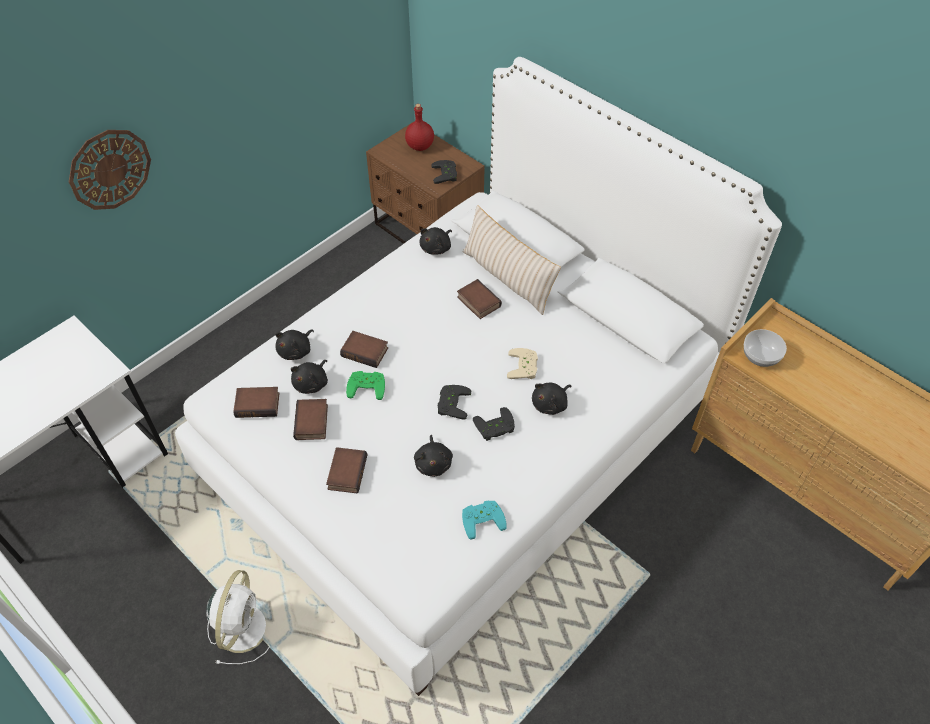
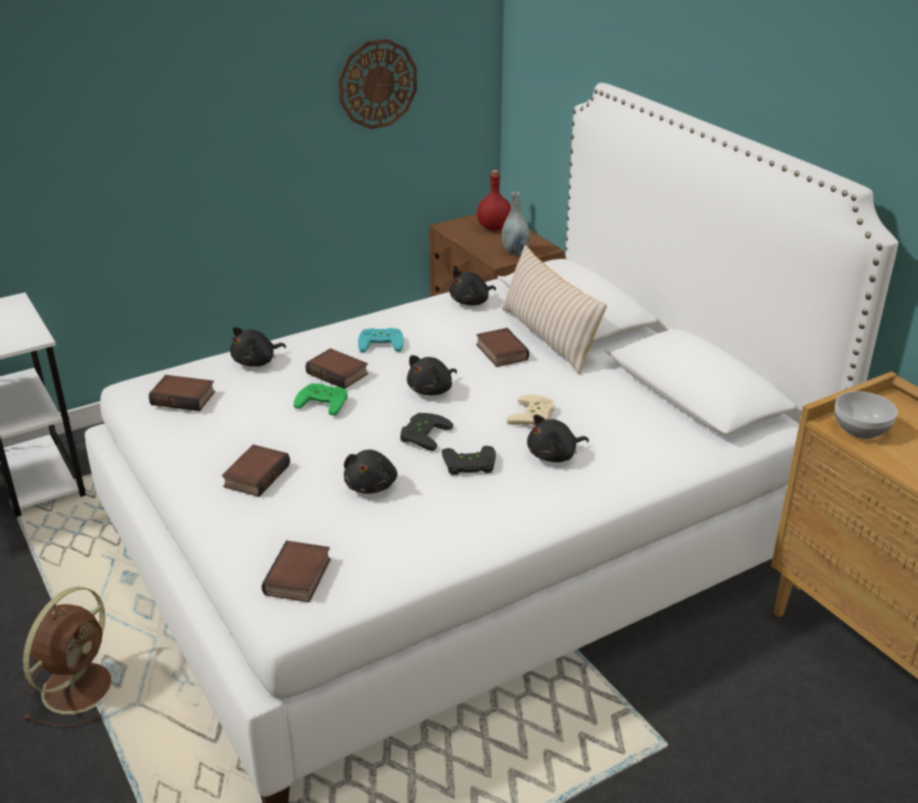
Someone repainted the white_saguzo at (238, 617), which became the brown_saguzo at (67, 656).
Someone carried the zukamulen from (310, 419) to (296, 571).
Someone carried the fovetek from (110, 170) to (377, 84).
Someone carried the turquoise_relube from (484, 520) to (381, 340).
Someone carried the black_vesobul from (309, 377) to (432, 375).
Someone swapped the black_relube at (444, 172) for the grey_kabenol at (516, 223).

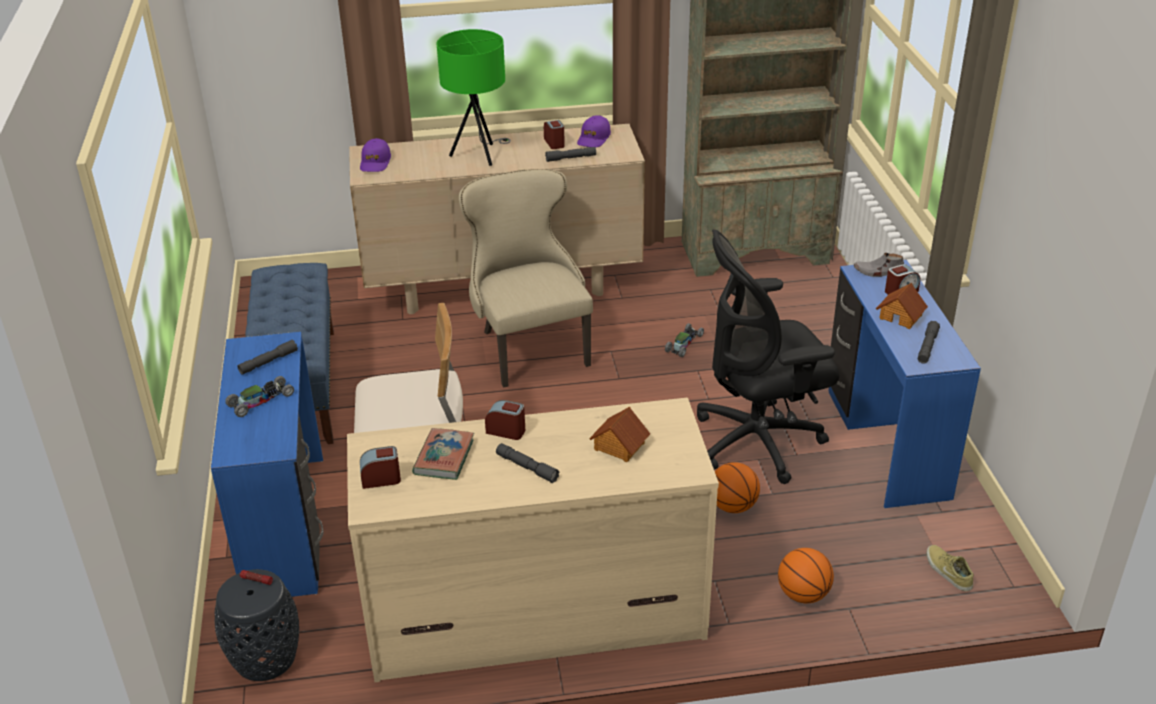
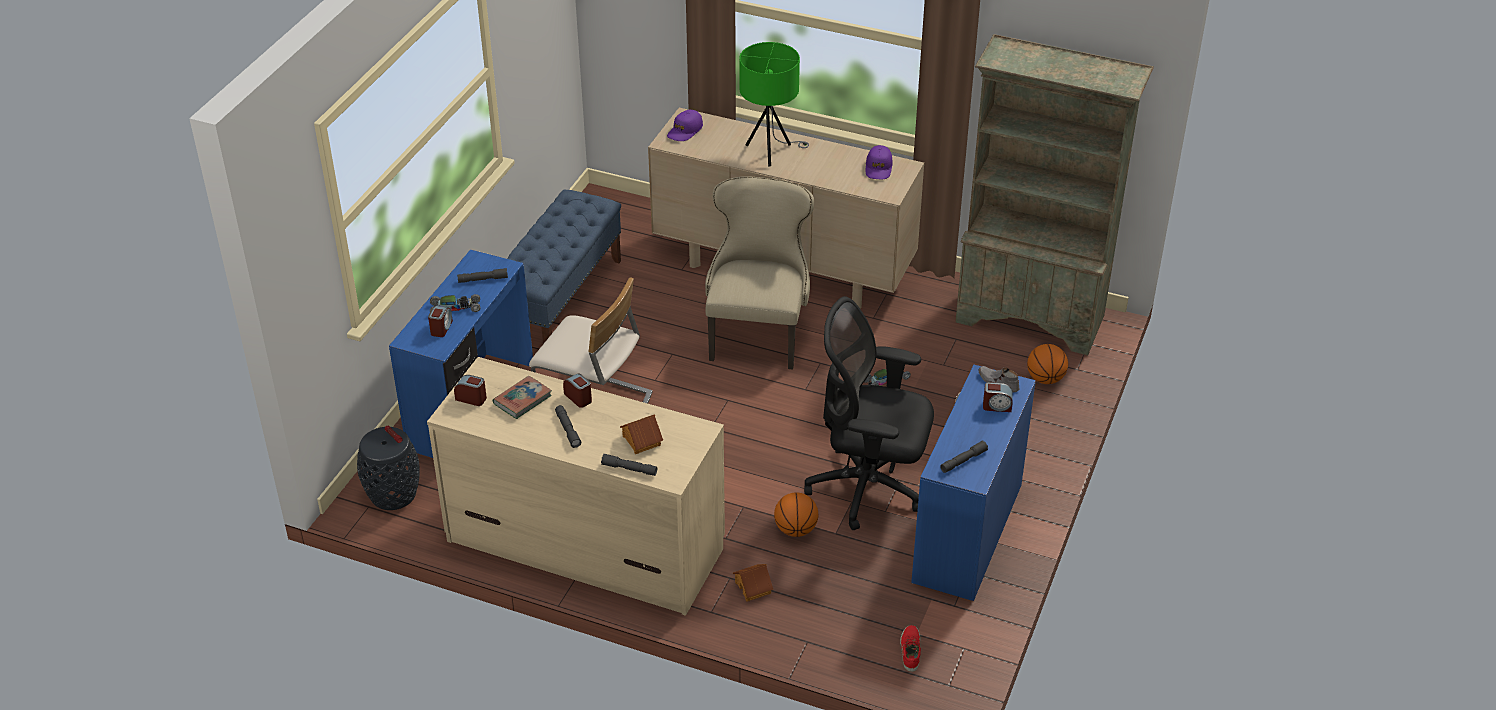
Someone carried the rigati from (554, 134) to (440, 321).
Someone carried the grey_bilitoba from (570, 154) to (629, 464).
Someone carried the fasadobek from (902, 306) to (753, 583).
Someone rotated the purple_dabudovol at (594, 131) by 45 degrees counterclockwise.
Someone repainted the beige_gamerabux at (950, 568), which became the red_gamerabux at (910, 648).
Someone carried the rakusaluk from (806, 575) to (1047, 364).

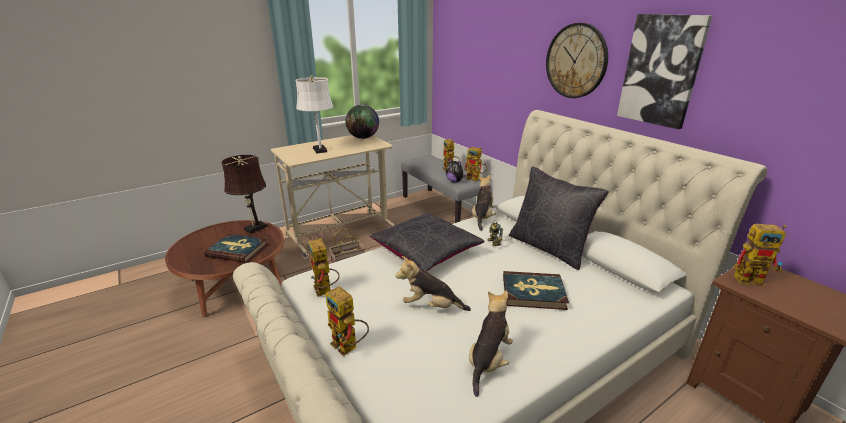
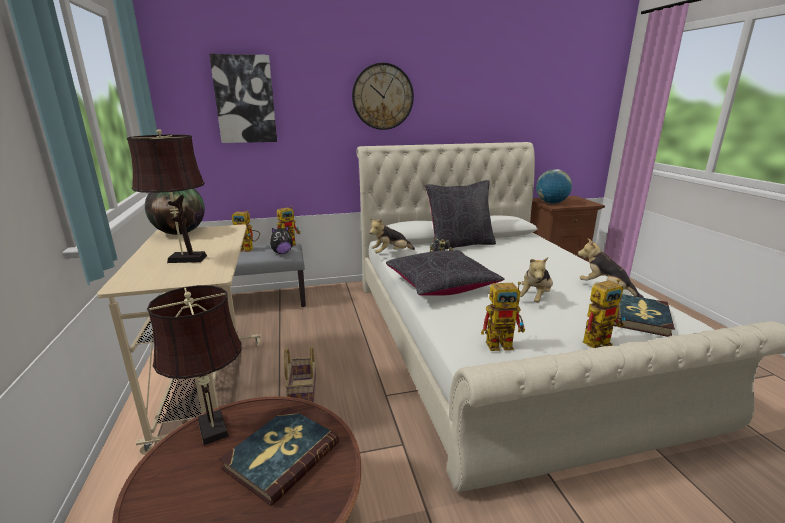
Someone repainted the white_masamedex at (314, 114), which became the brown_masamedex at (167, 196).
Someone carried the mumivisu from (665, 71) to (243, 98).
Someone rotated the vesobul at (484, 203) by 60 degrees counterclockwise.
Someone swapped the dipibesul at (760, 255) for the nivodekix at (554, 186).
Someone carried the zukamulen from (536, 290) to (644, 315).

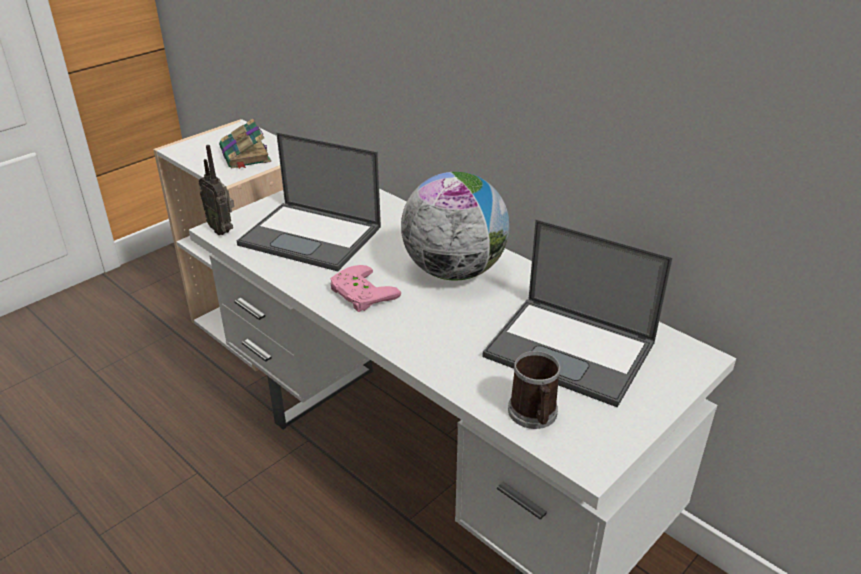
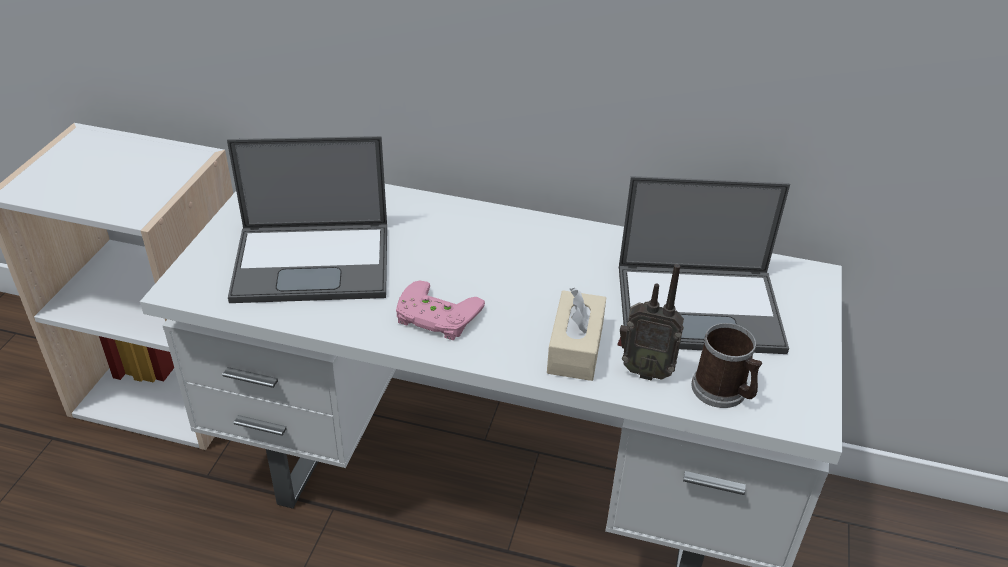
Someone put down the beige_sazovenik at (576, 334).
Someone carried the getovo from (216, 190) to (651, 322).
Someone took away the zukamulen at (245, 144).
Someone took away the nivodekix at (455, 226).

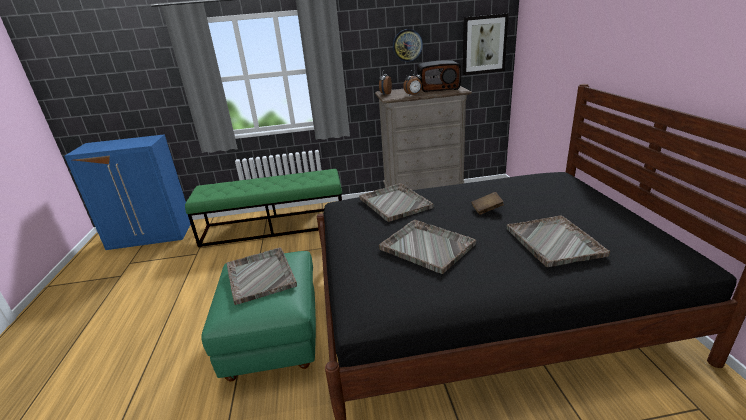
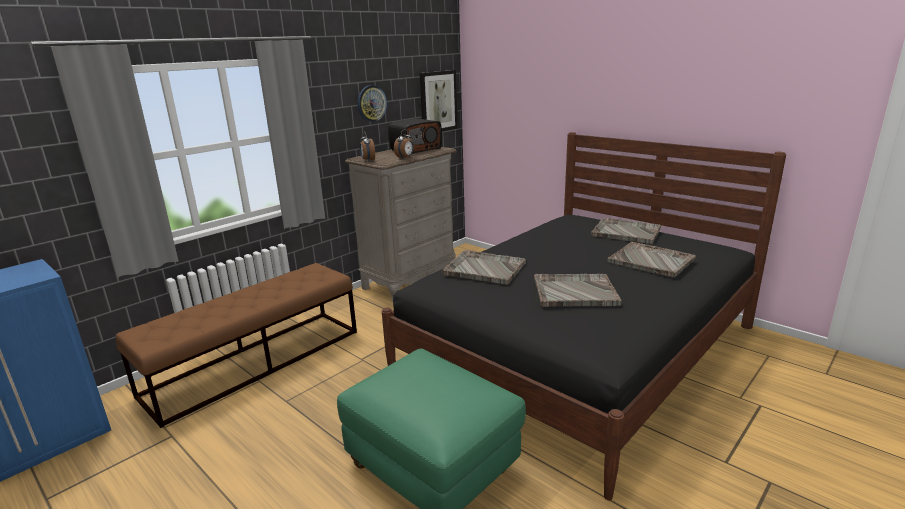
Someone repainted the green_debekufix at (263, 208), which became the brown_debekufix at (236, 345).
Someone carried the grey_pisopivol from (261, 276) to (626, 230).
Someone took away the brown_zukamulen at (488, 203).

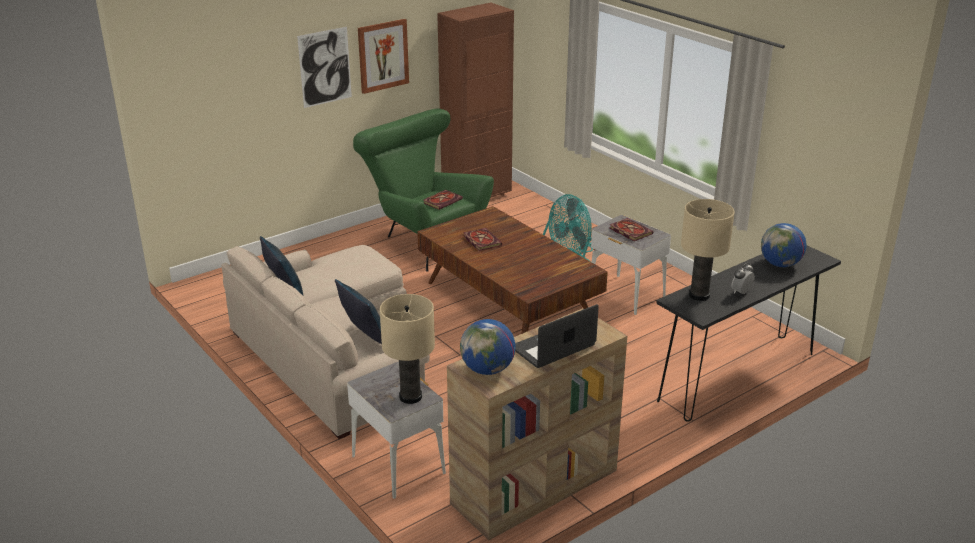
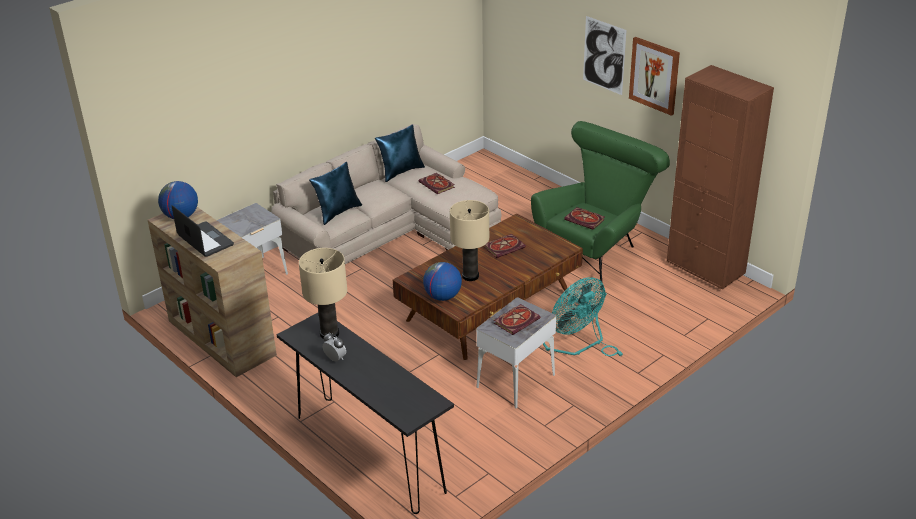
Someone put down the zukamulen at (437, 183).
Someone carried the nivodekix from (783, 245) to (442, 281).
Someone carried the beige_masamedex from (407, 349) to (469, 240).

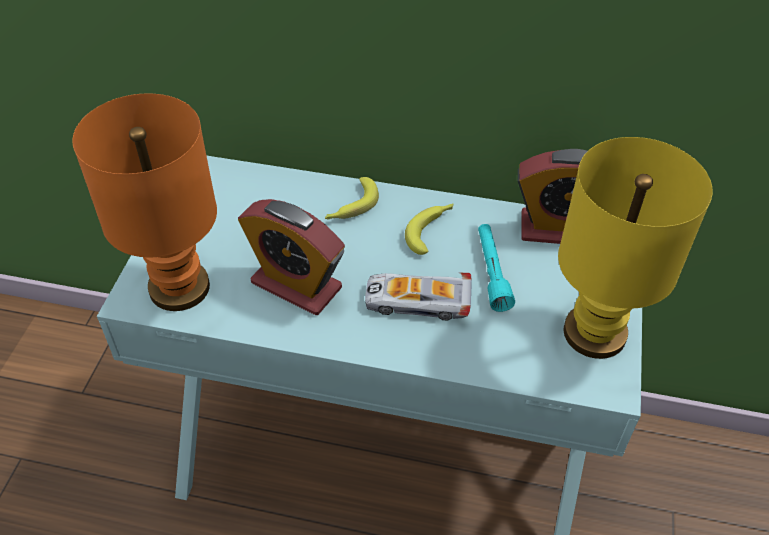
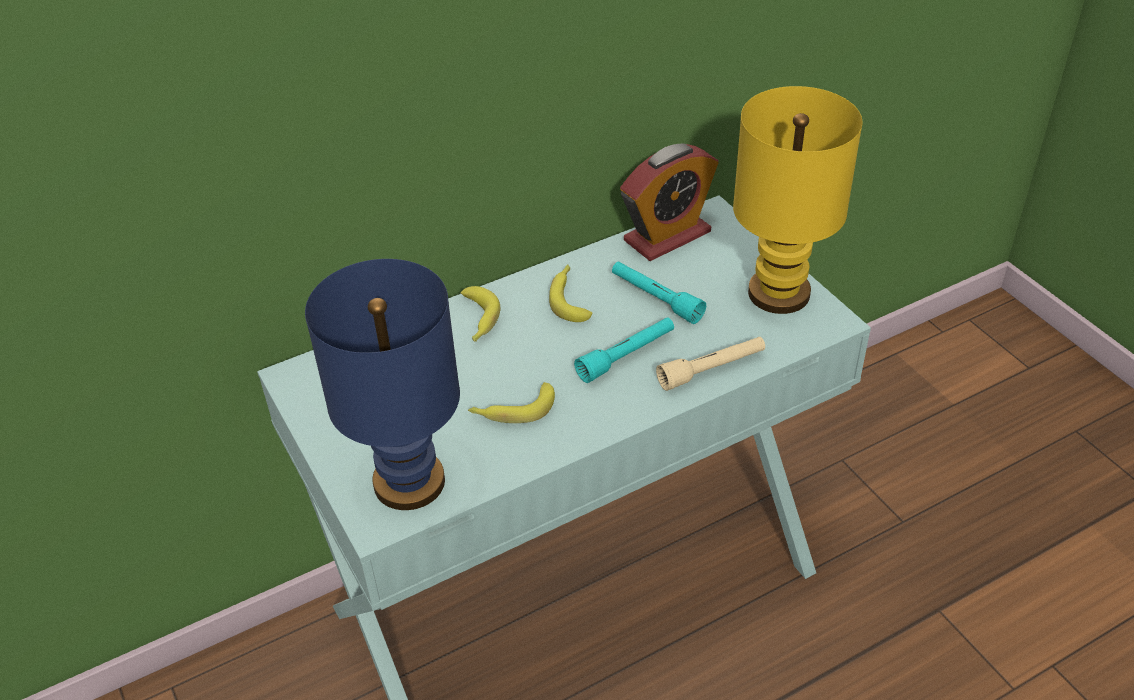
Someone repainted the orange_masamedex at (144, 202), which became the blue_masamedex at (382, 384).
Someone swapped the rigati at (291, 257) for the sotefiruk at (511, 402).
Someone swapped the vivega at (418, 296) for the turquoise_bilitoba at (624, 350).
Someone put down the beige_bilitoba at (710, 364).

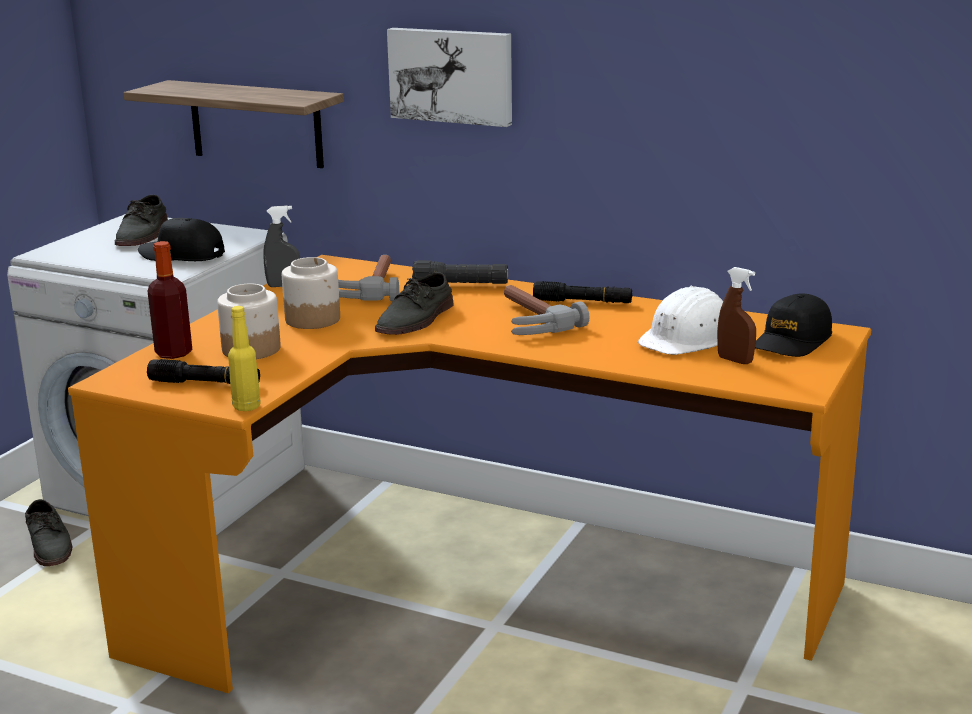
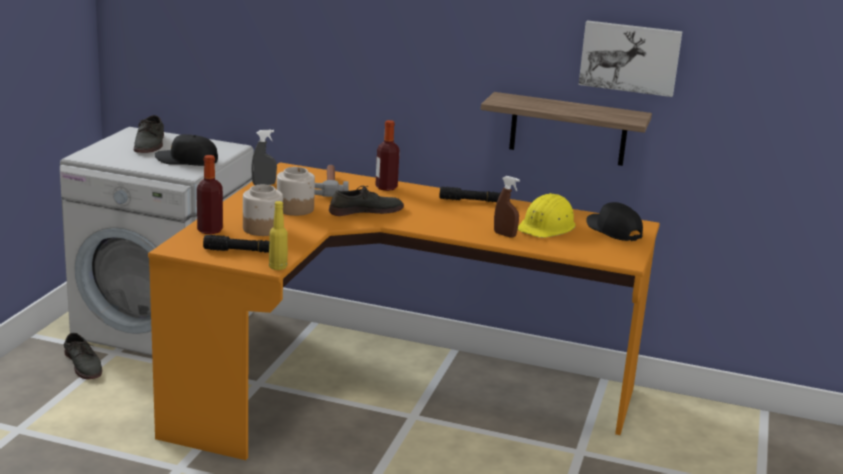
Someone rotated the grey_gamerabux at (414, 303) by 135 degrees counterclockwise.
Someone swapped the black_bilitoba at (460, 272) for the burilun at (387, 155).
Someone carried the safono from (233, 124) to (566, 129).
Someone carried the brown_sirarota from (736, 315) to (507, 207).
Someone repainted the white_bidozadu at (680, 320), which became the yellow_bidozadu at (547, 215).
Someone carried the mumivisu from (449, 77) to (631, 58).
Someone rotated the black_dabudovol at (793, 325) by 120 degrees clockwise.
Someone took away the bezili at (547, 310).

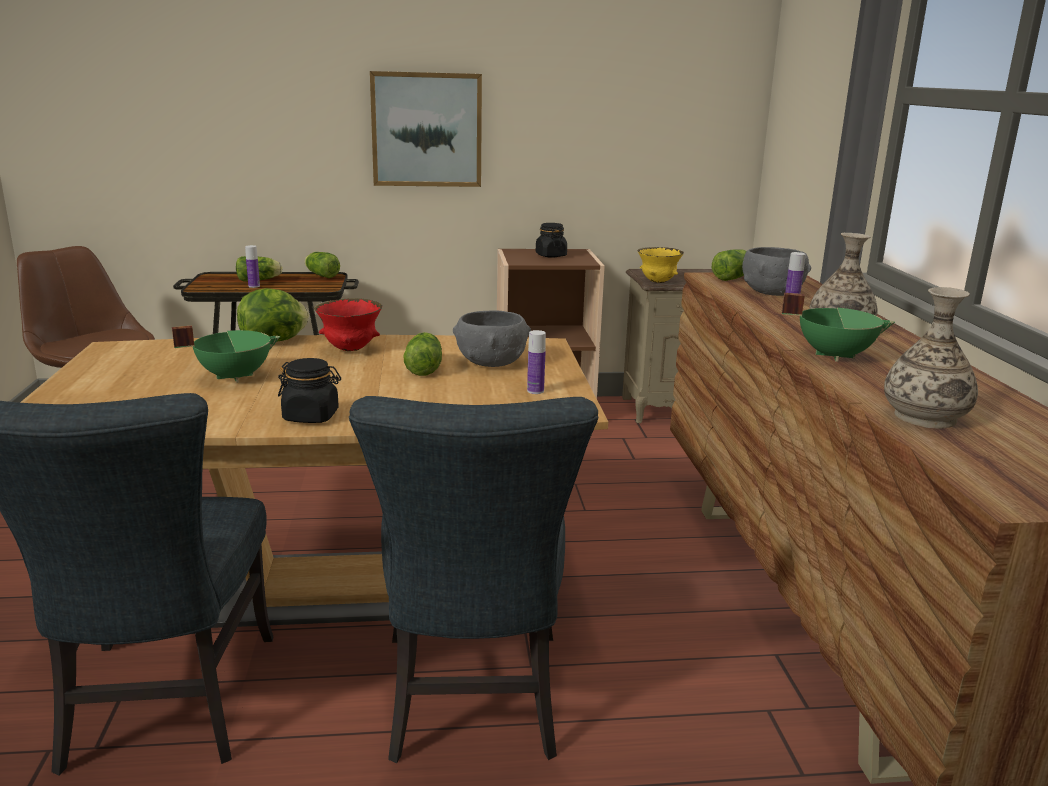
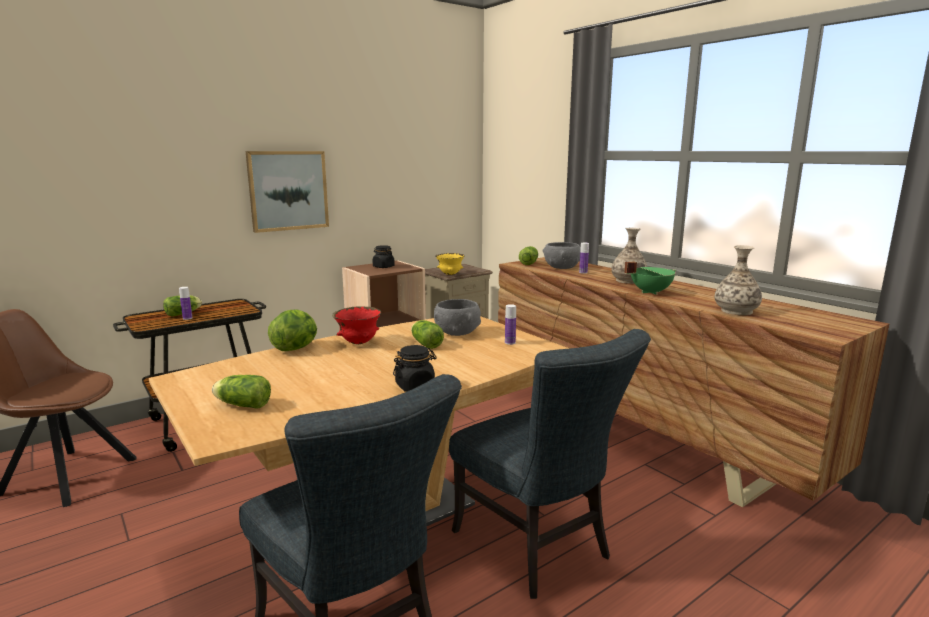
Someone carried the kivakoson from (322, 265) to (241, 392).
Someone took away the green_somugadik at (226, 354).

